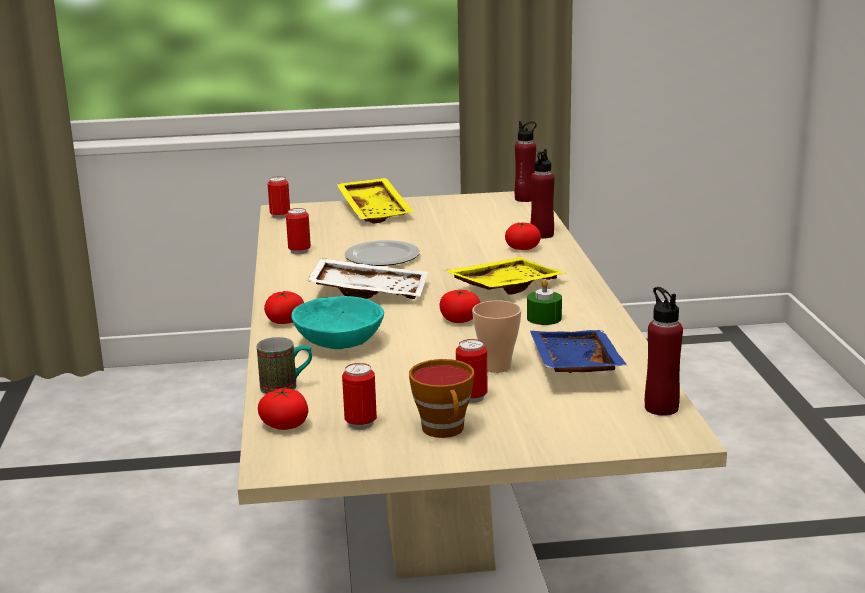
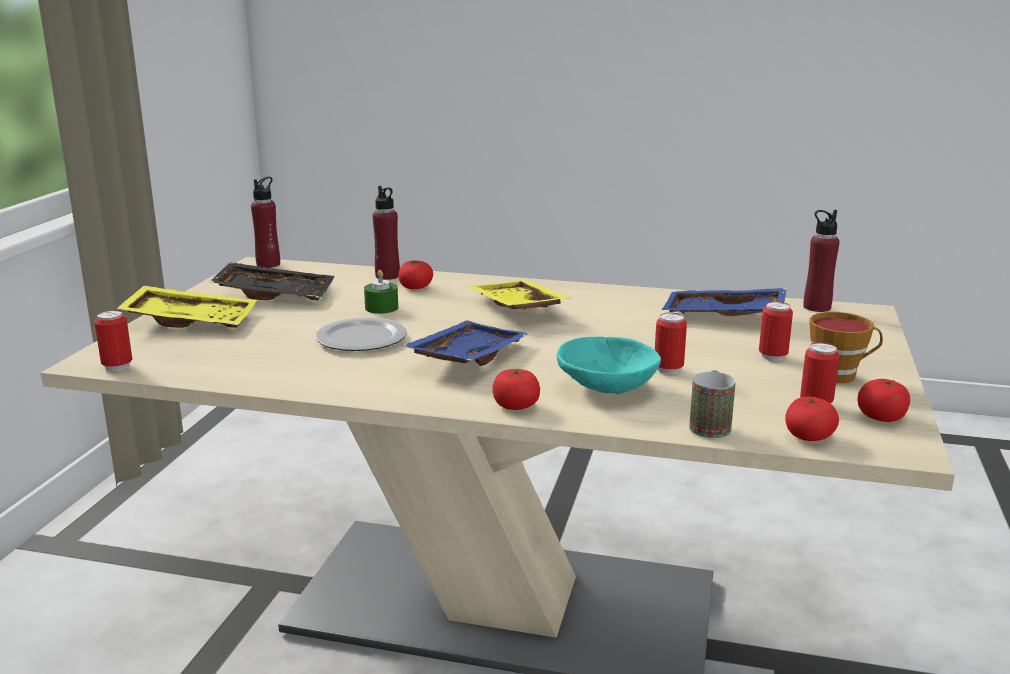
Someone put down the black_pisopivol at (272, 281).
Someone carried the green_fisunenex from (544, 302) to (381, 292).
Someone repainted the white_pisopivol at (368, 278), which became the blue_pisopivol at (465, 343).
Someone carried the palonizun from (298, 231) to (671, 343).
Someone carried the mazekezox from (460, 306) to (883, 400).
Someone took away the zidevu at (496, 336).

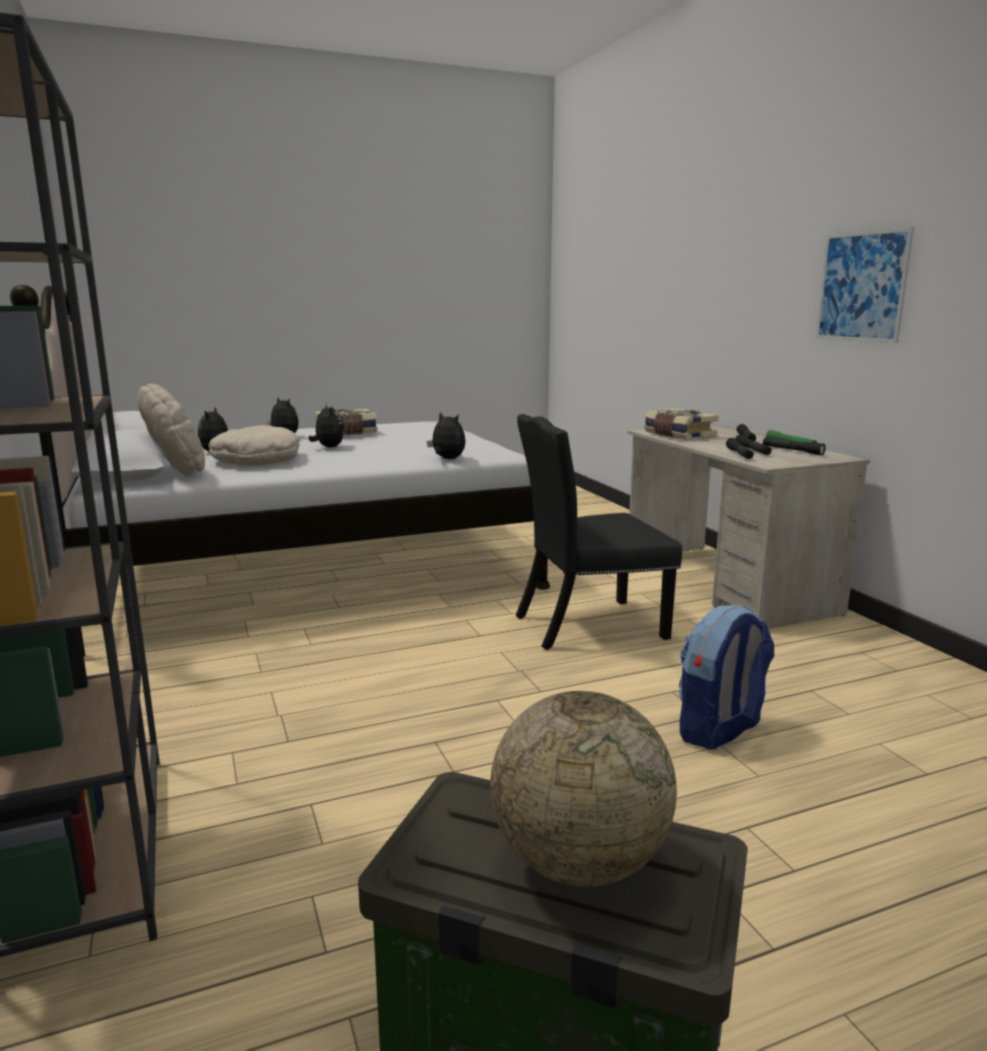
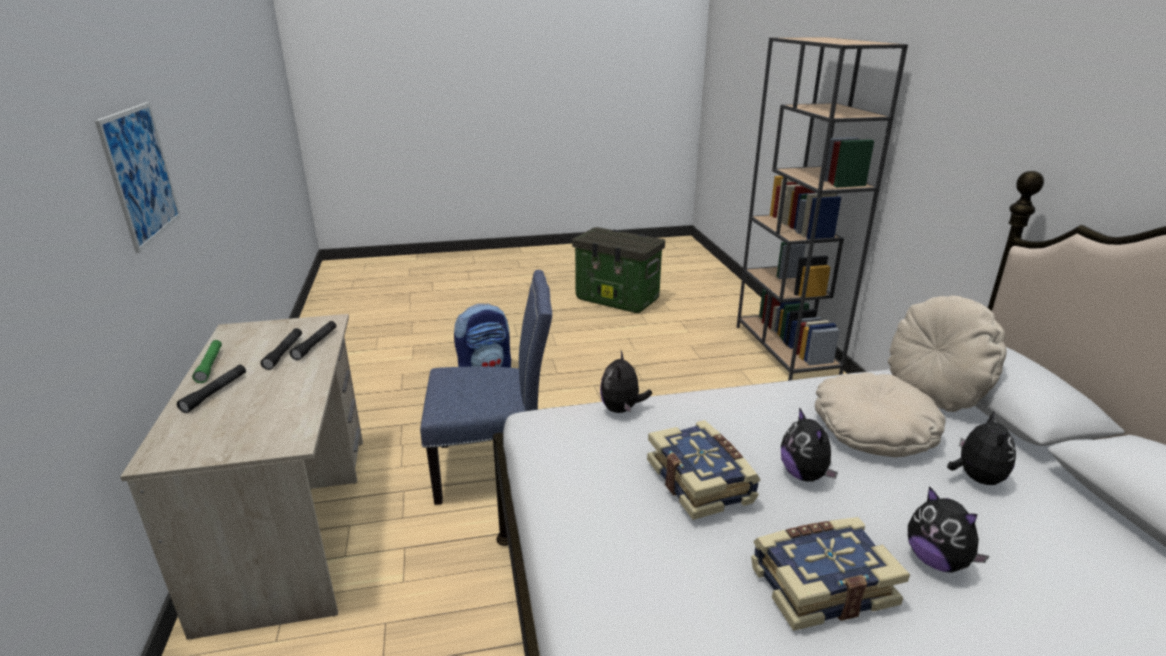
Someone repainted the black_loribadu at (598, 532), which became the blue_loribadu at (486, 387).
Someone rotated the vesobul at (446, 435) by 45 degrees clockwise.
Someone carried the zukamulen from (681, 424) to (704, 470).
Someone took away the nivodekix at (583, 789).
Someone took away the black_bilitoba at (794, 446).

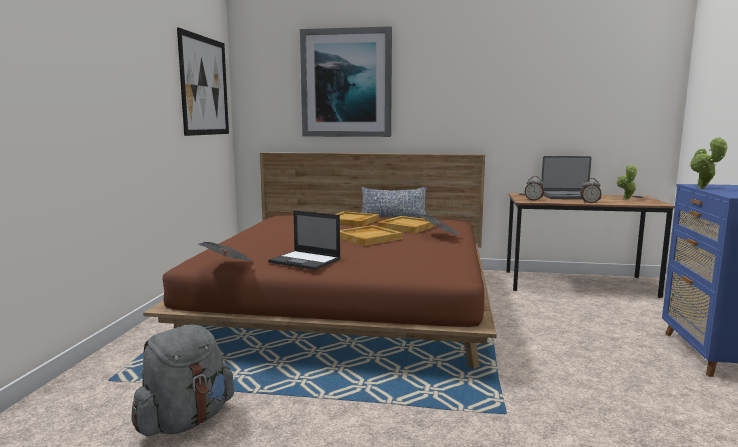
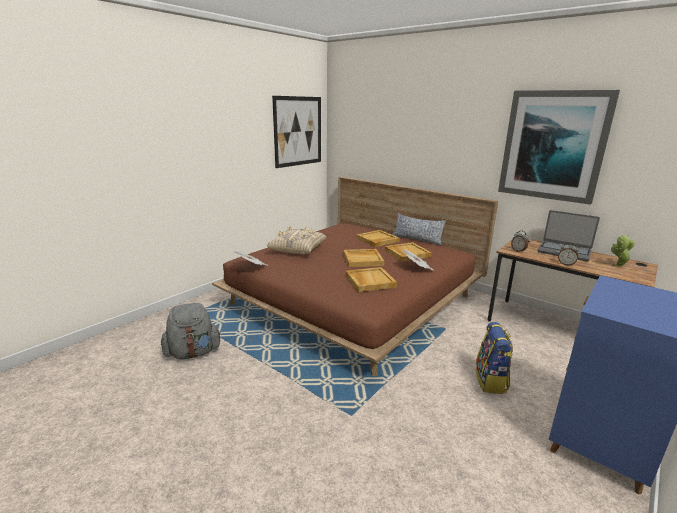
Someone put down the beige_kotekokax at (296, 240).
Someone put down the beige_pisopivol at (371, 279).
Someone put down the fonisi at (494, 358).
Someone carried the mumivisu from (346, 81) to (559, 147).
Someone took away the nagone at (304, 240).
Someone took away the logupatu at (708, 162).

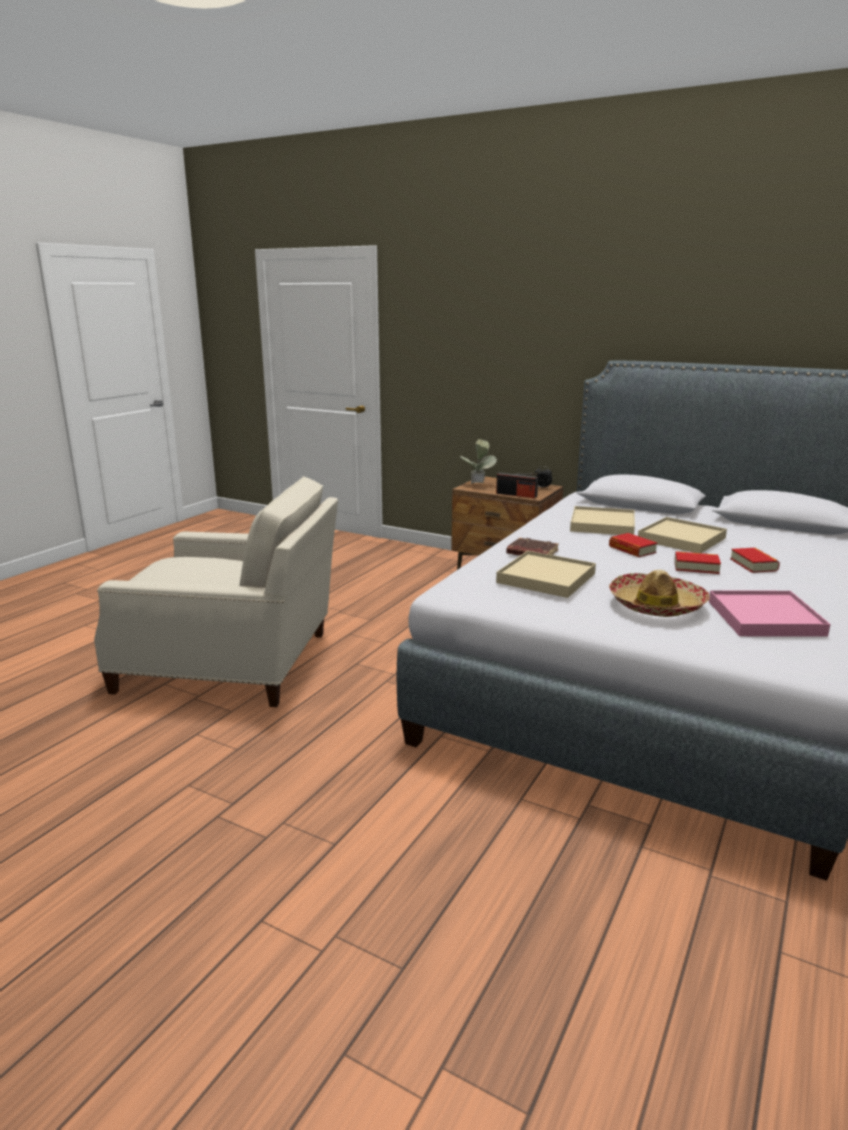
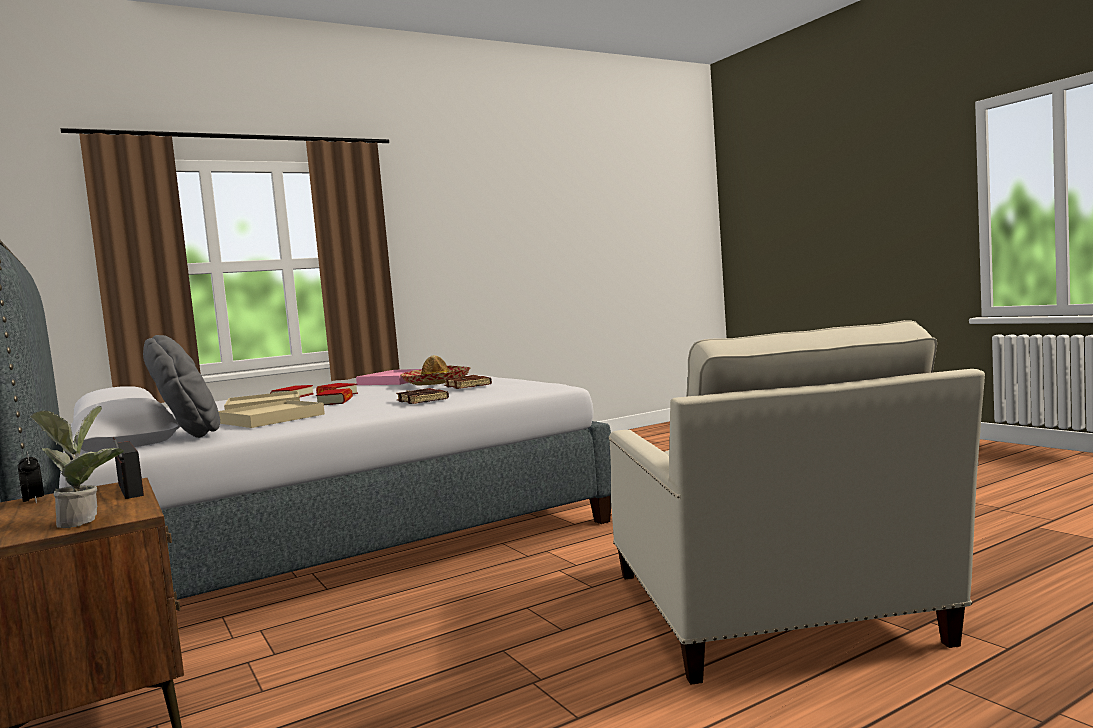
Someone put down the grey_kotekokax at (181, 386).
Someone swapped the beige_pisopivol at (546, 574) for the brown_zukamulen at (468, 382).
Someone rotated the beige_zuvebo at (216, 591) by 135 degrees counterclockwise.

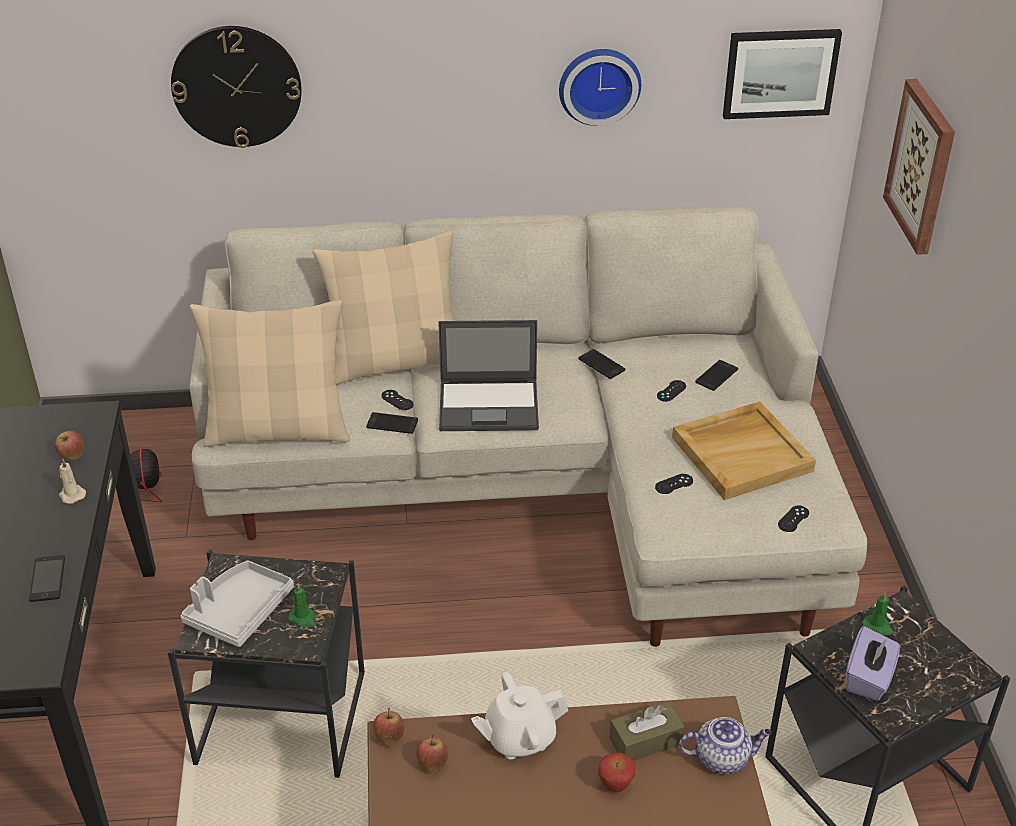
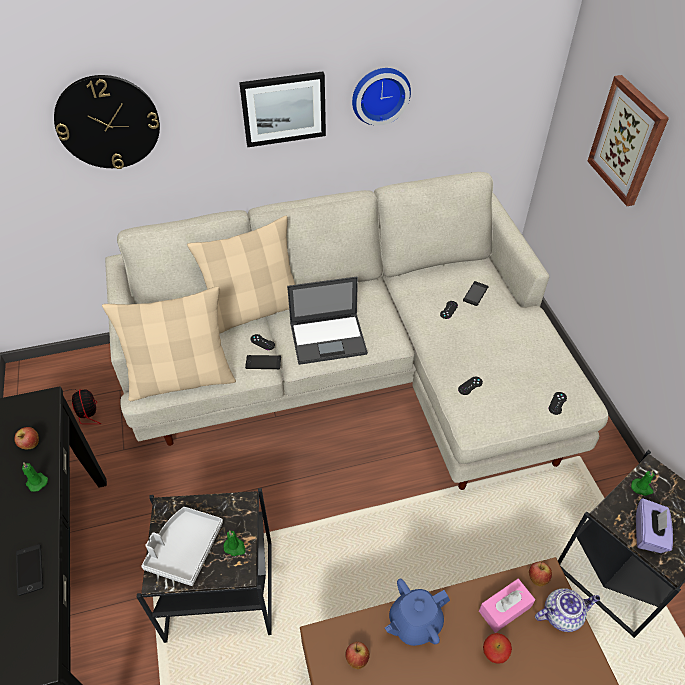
Someone repainted the beige_fisunenex at (72, 481), which became the green_fisunenex at (35, 477).
Someone carried the mumivisu from (782, 74) to (282, 109).
Someone repainted the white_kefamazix at (519, 715), which became the blue_kefamazix at (417, 612).
Someone repainted the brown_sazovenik at (647, 731), which became the pink_sazovenik at (507, 606).
Someone carried the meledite from (389, 727) to (540, 574).
Someone took away the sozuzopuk at (601, 364).
Someone took away the beige_pisopivol at (744, 450).

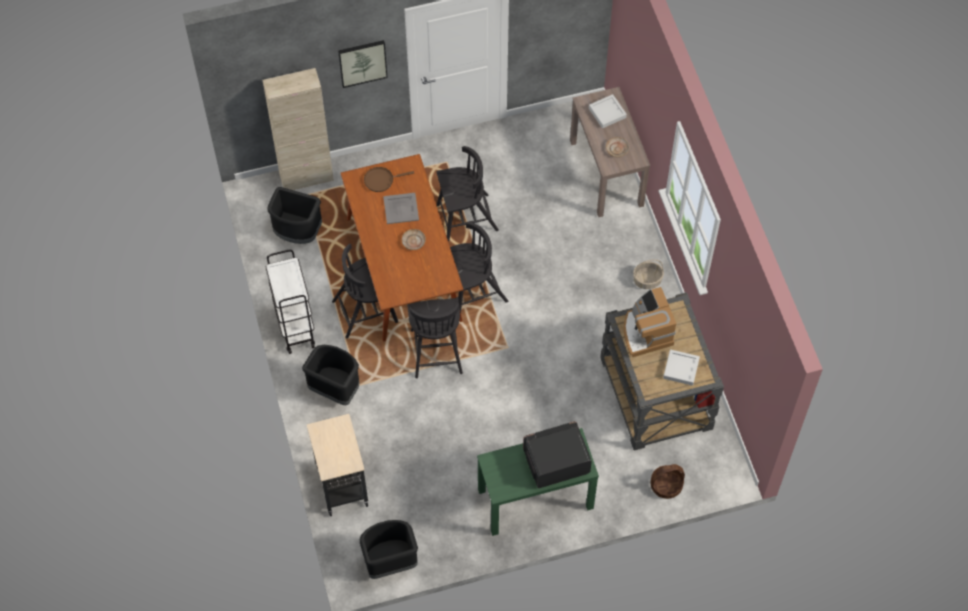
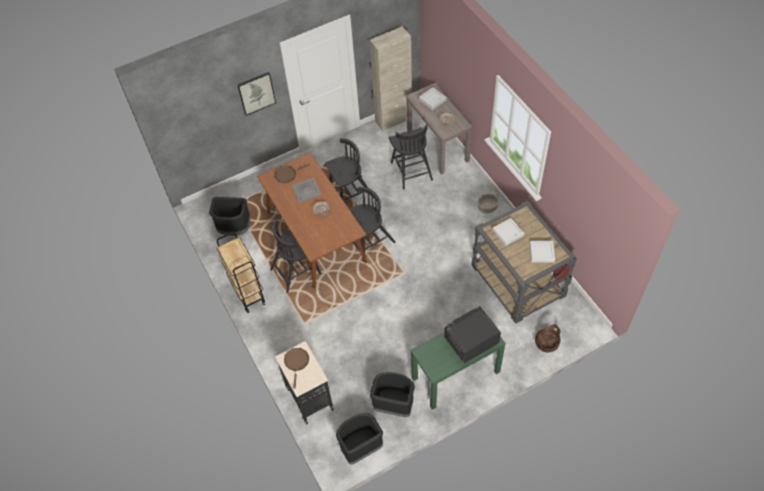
Someone repainted the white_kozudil at (290, 302), which became the brown_kozudil at (241, 272).
Someone put down the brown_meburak at (296, 368).
Someone carried the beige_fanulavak from (298, 129) to (391, 78).
Someone carried the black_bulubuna from (330, 375) to (392, 394).
Someone carried the black_loribadu from (435, 338) to (411, 156).
Someone swapped the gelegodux at (650, 322) for the grey_pisopivol at (508, 232).

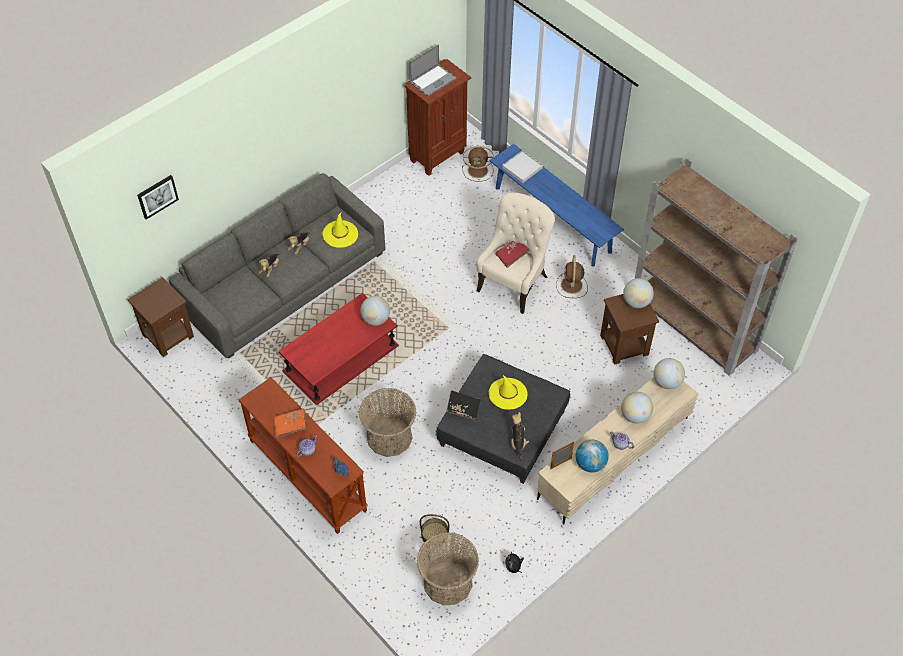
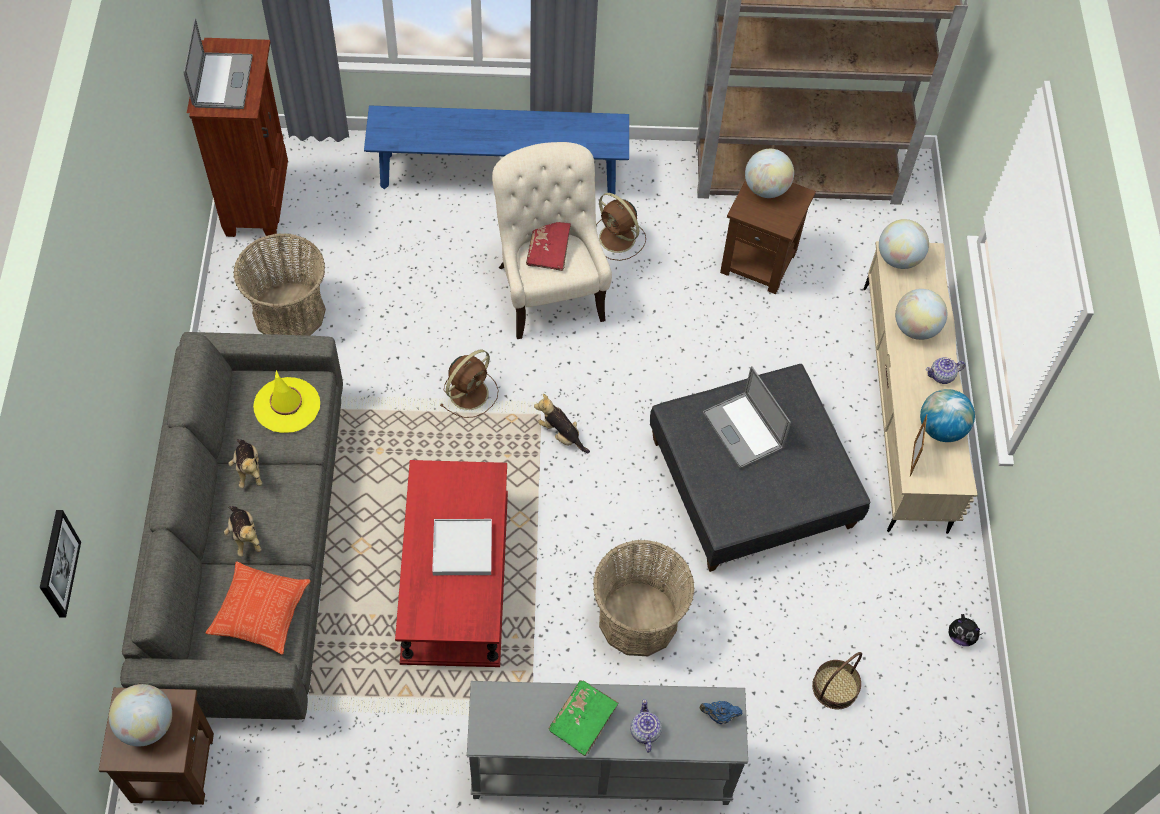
Someone carried the nivodekix from (375, 311) to (140, 715).
Someone put down the orange_kotekokax at (258, 608).
Someone carried the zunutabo from (448, 568) to (279, 284).
Someone carried the white_pisopivol from (522, 166) to (462, 547).
Someone carried the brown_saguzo from (478, 164) to (468, 383).
Someone repainted the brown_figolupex at (303, 455), which became the grey_figolupex at (607, 743).
Someone carried the vesobul from (520, 436) to (562, 423).
Someone repainted the orange_zukamulen at (290, 423), which became the green_zukamulen at (584, 718).
Someone swapped the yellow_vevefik at (508, 392) for the nagone at (747, 417).
Someone took away the black_zukamulen at (463, 405).

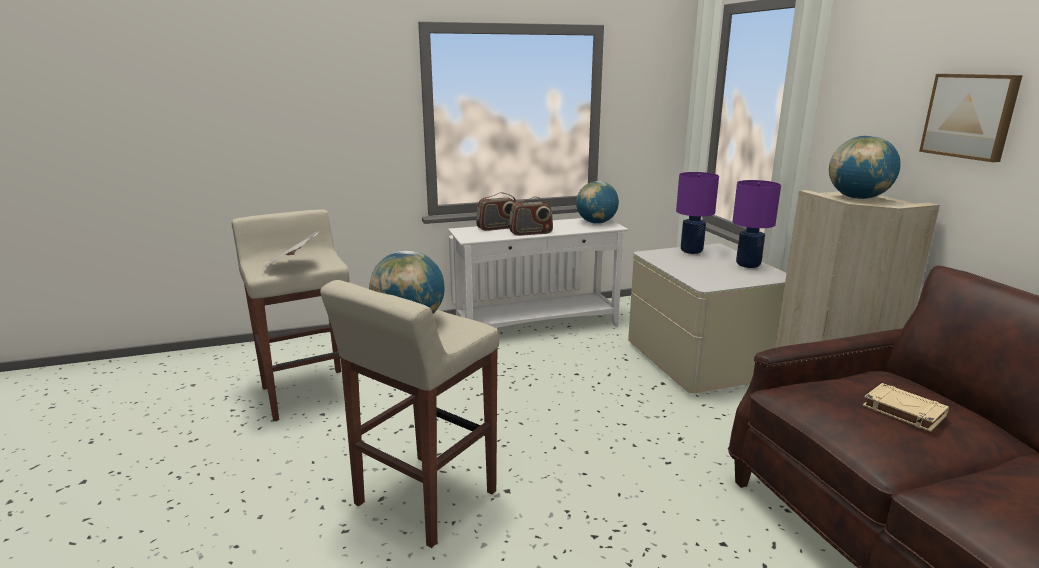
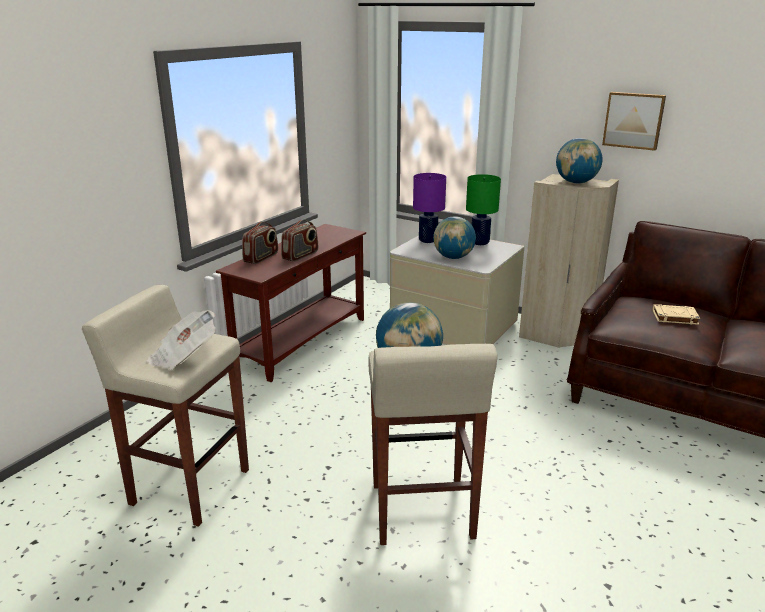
Someone repainted the white_figolupex at (538, 273), which became the brown_figolupex at (291, 303).
Someone carried the nivodekix from (597, 202) to (454, 237).
Someone repainted the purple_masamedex at (756, 224), which became the green_masamedex at (483, 209).

